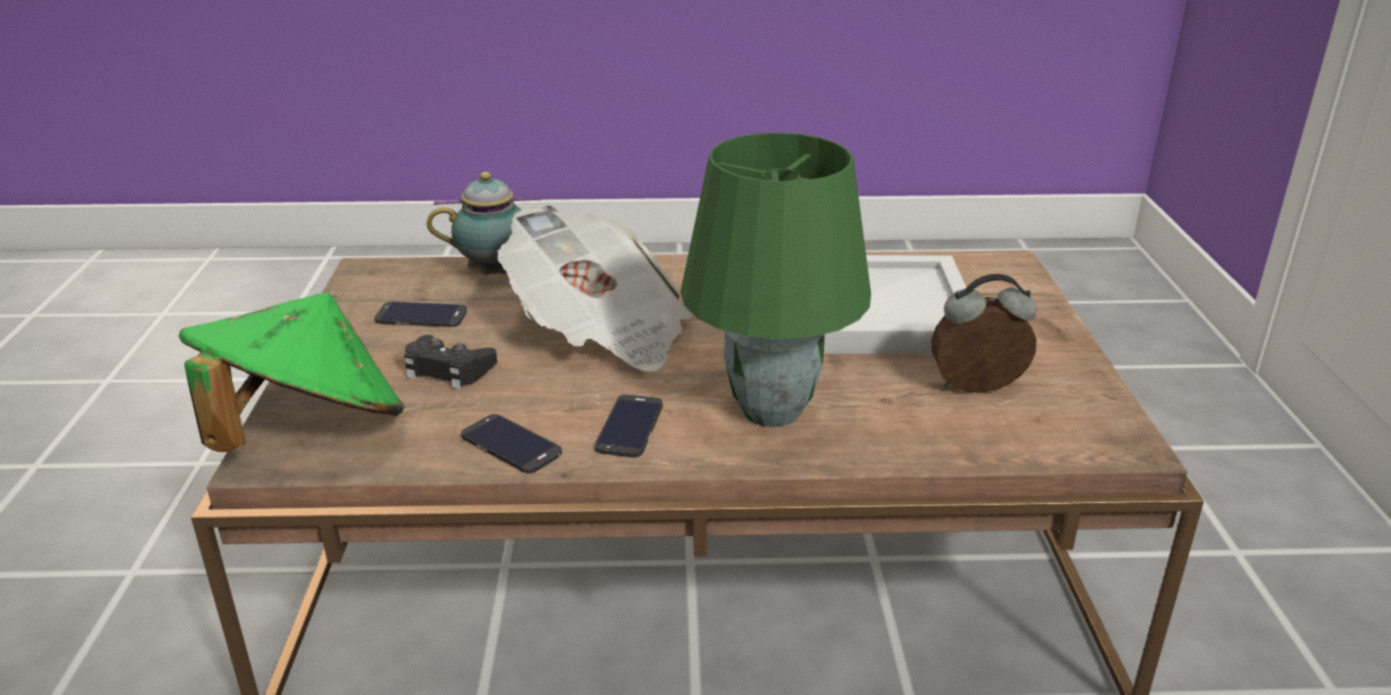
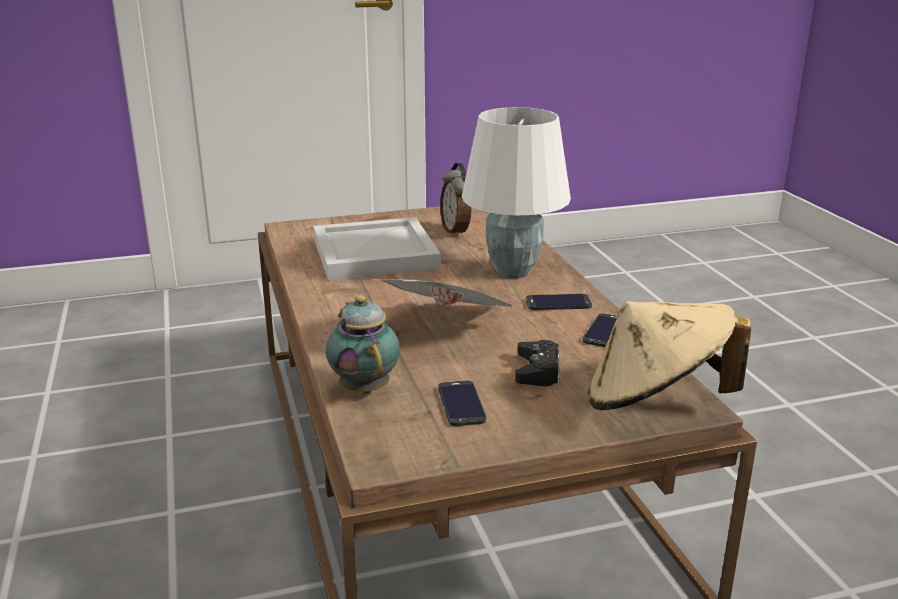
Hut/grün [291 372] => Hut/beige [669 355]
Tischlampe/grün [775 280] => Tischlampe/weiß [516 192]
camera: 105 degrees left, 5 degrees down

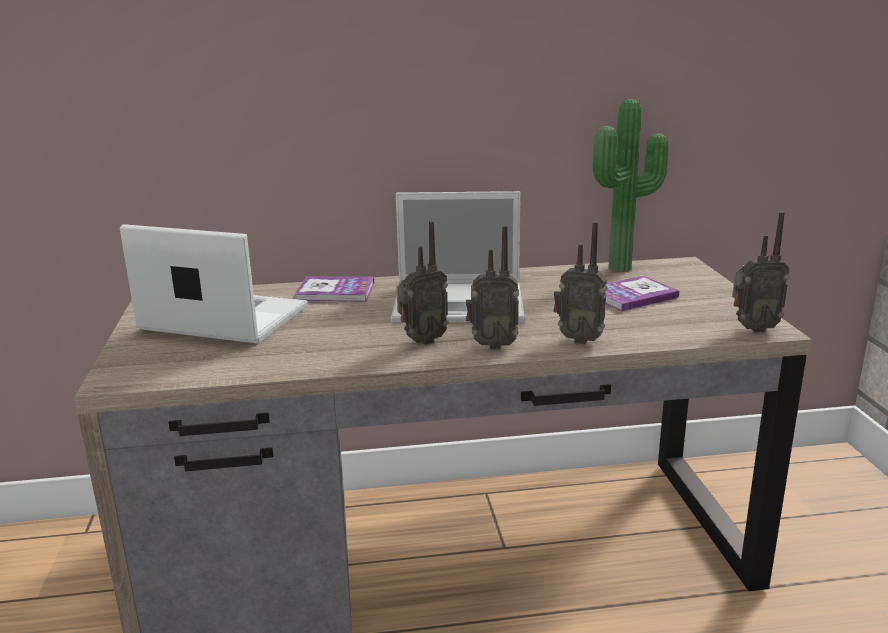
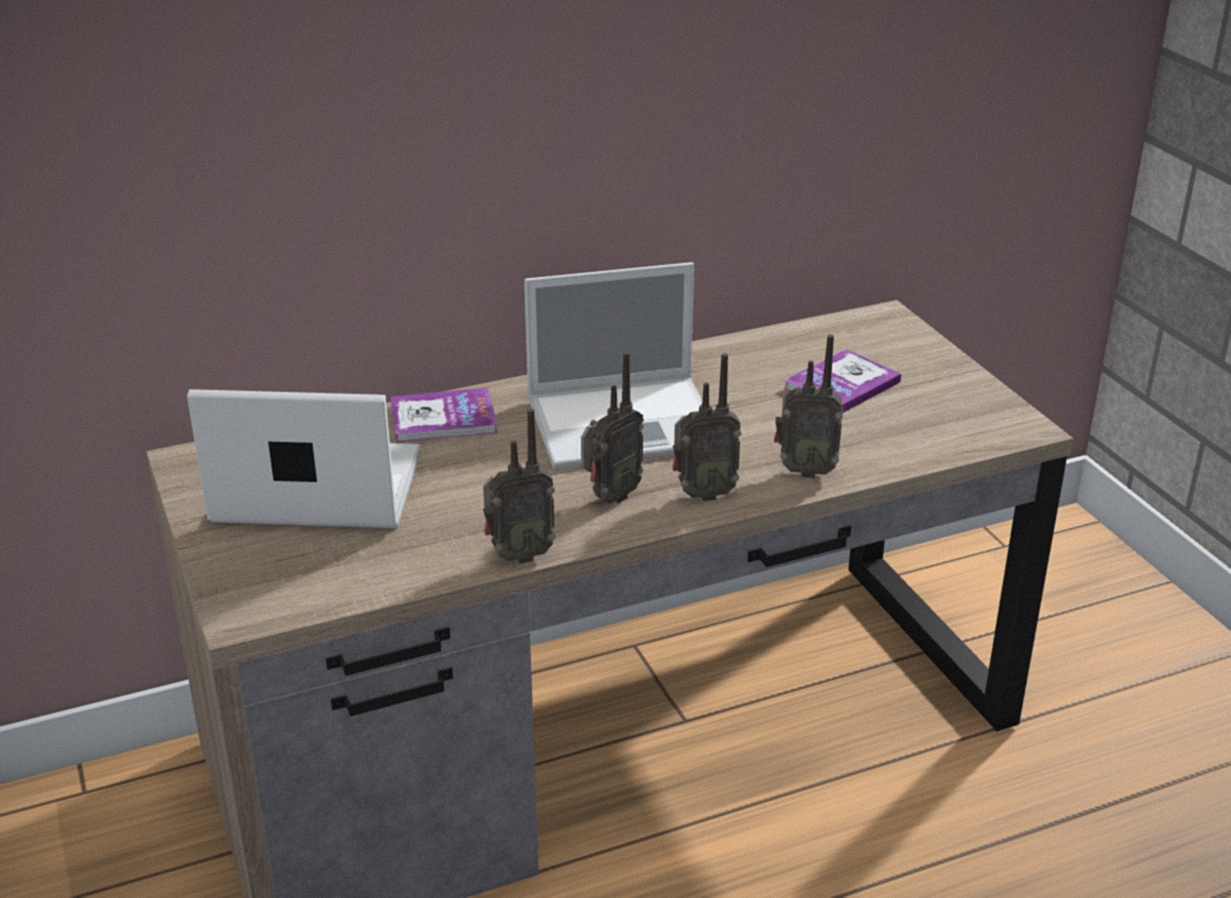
Topfpflanze [630 185] => nothing
Radio [761 271] => Radio [519 486], relocated
camera: 15 degrees left, 10 degrees up

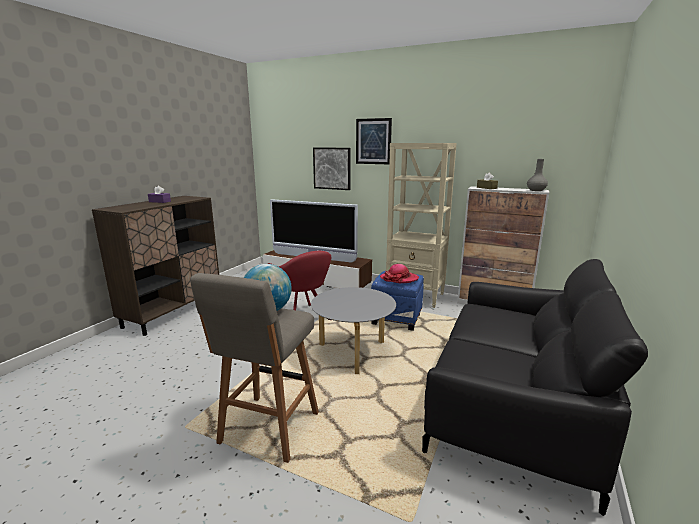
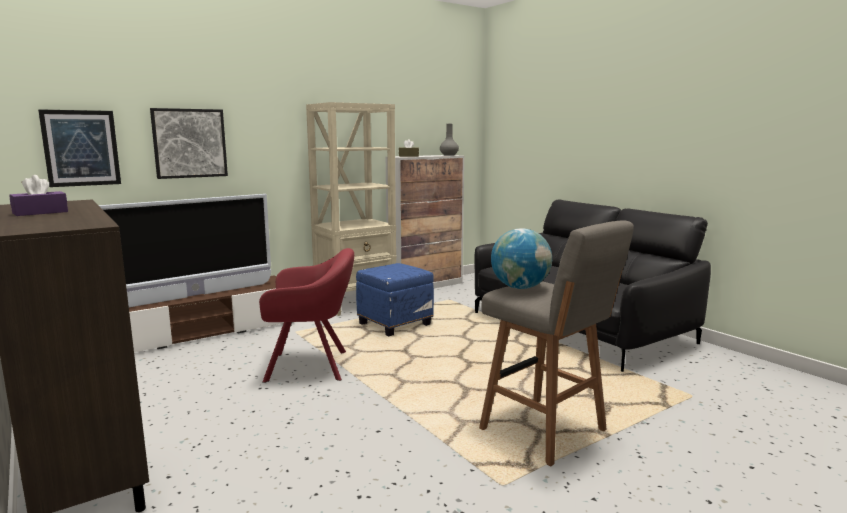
Couchtisch/grau [353 330] => nothing
Bild [374 141] => Bild [79 148], relocated
Hut [399 273] => nothing
camera: 60 degrees left, 5 degrees down

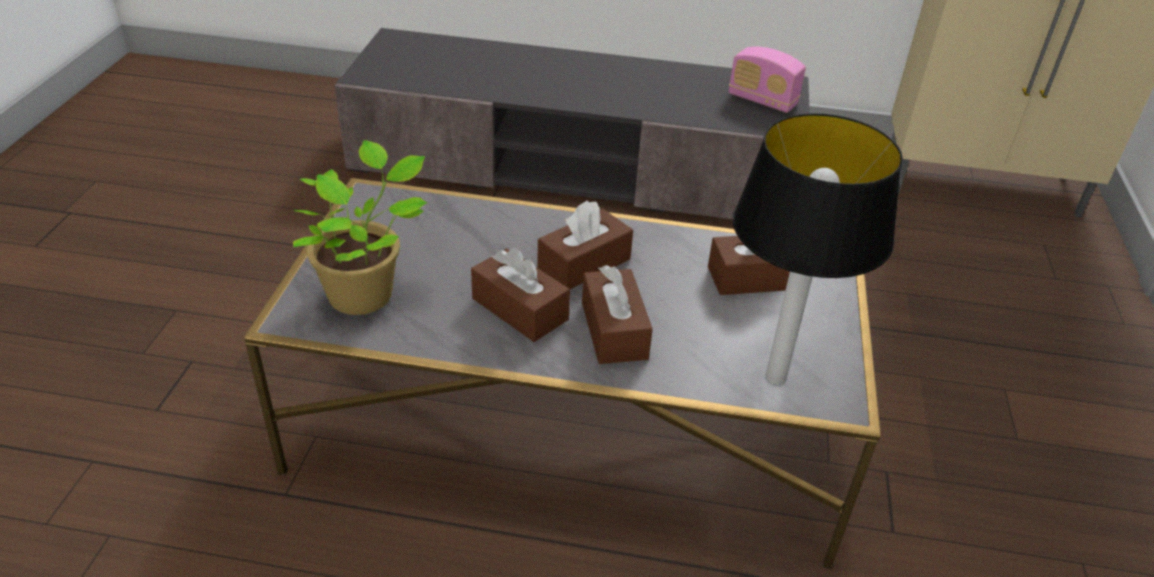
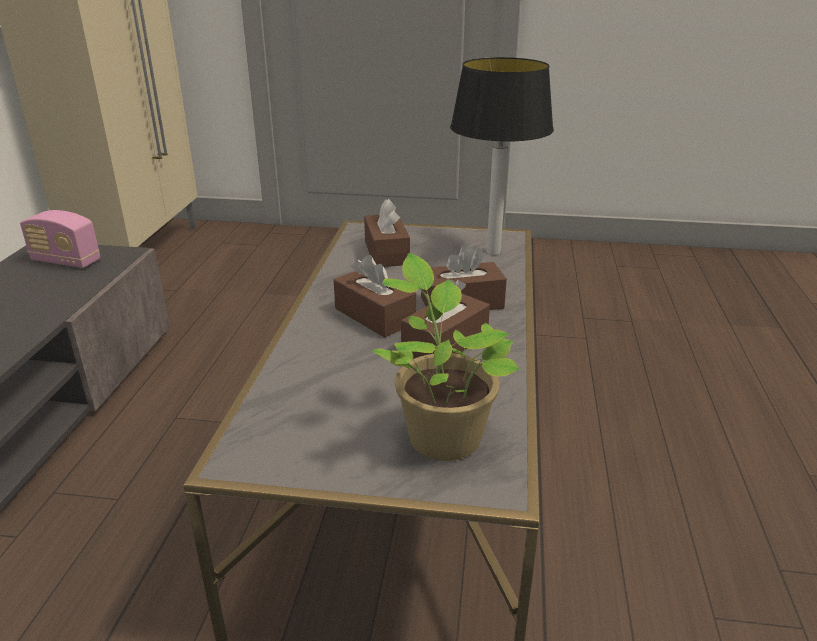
Radio [767 80] => Radio [60 239], 75 degrees clockwise
camera: 90 degrees left, 10 degrees down

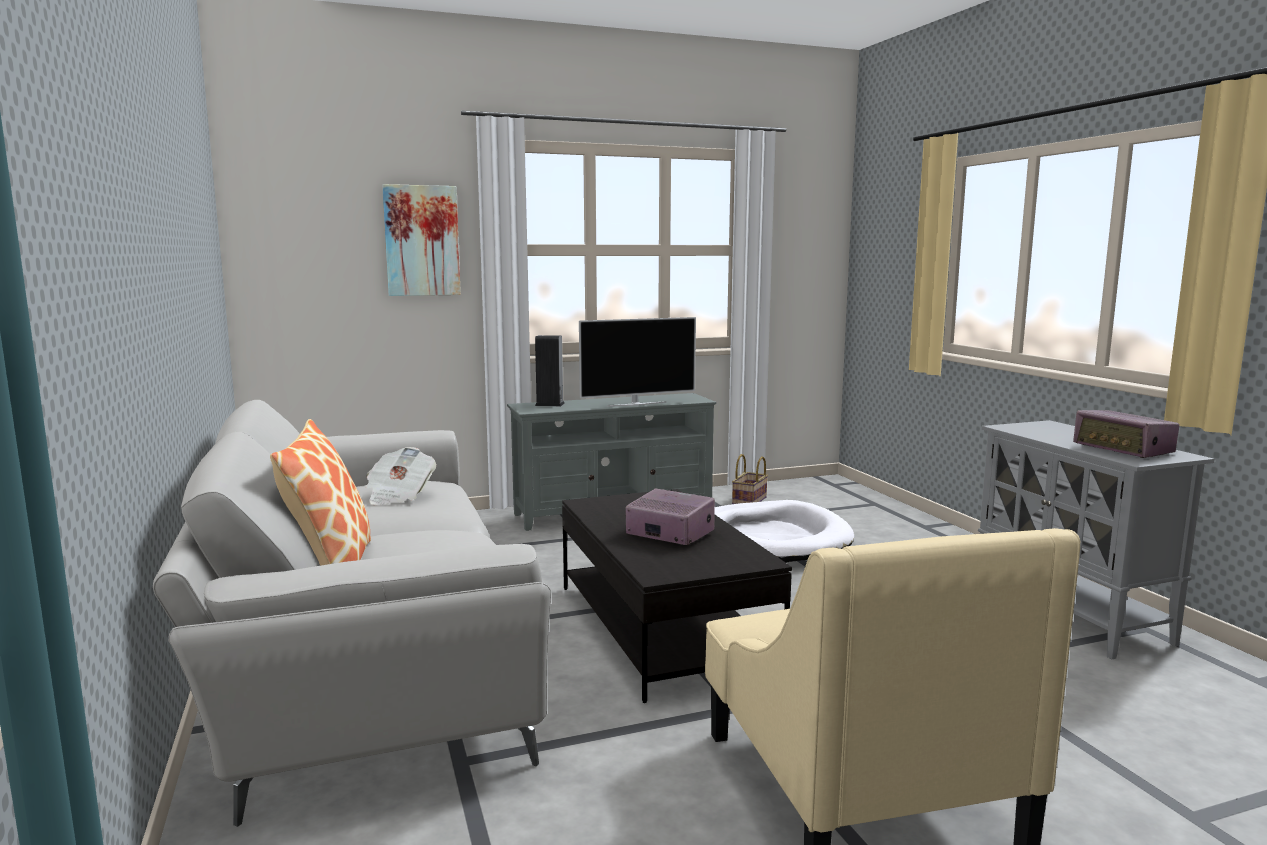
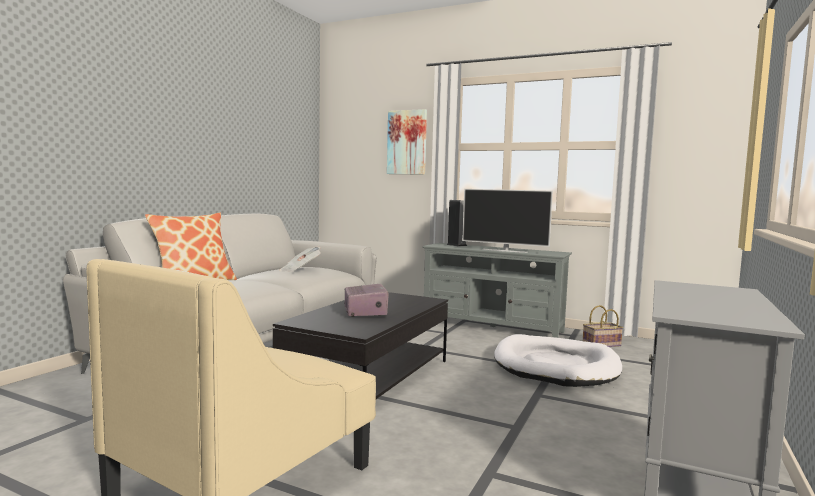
Radio [1126 434] => nothing
camera: 45 degrees right, 5 degrees down

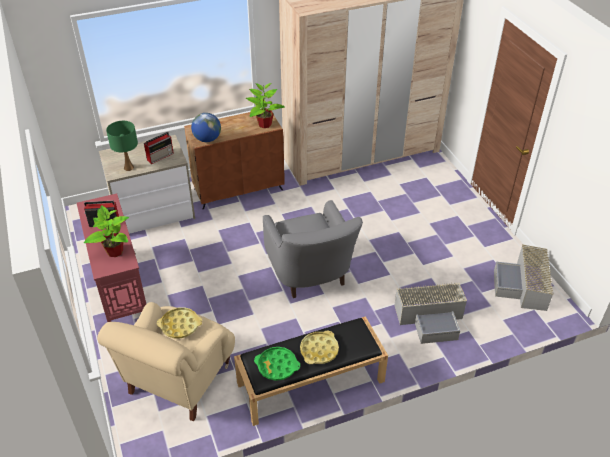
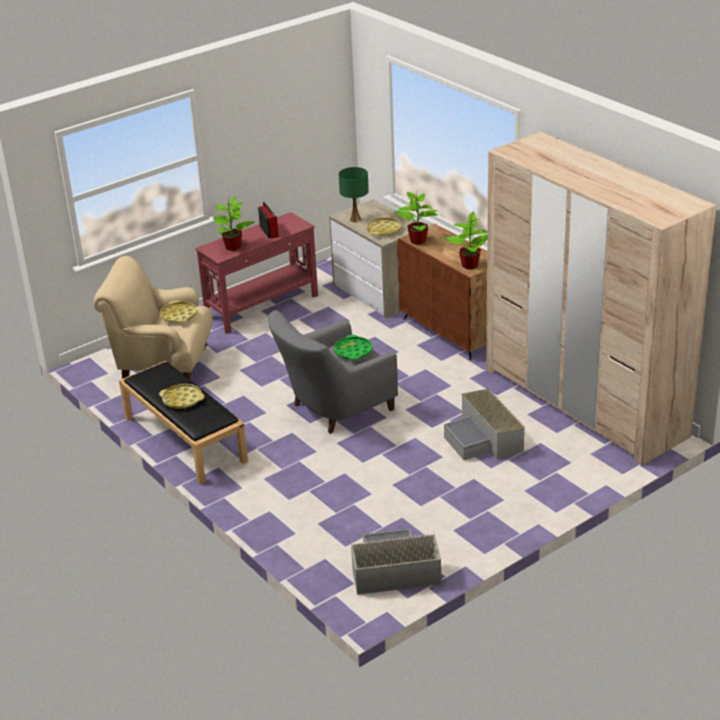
Radio [159 148] => Tablett/gelb [384 226]
Globus [206 127] => Topfpflanze [416 218]
Tablett/grün [277 364] => Tablett/grün [353 347], relocated
Aufbewahrungsbox/grau [430 313] => Aufbewahrungsbox/grau [484 424], relocated
camera: 75 degrees right, 10 degrees down

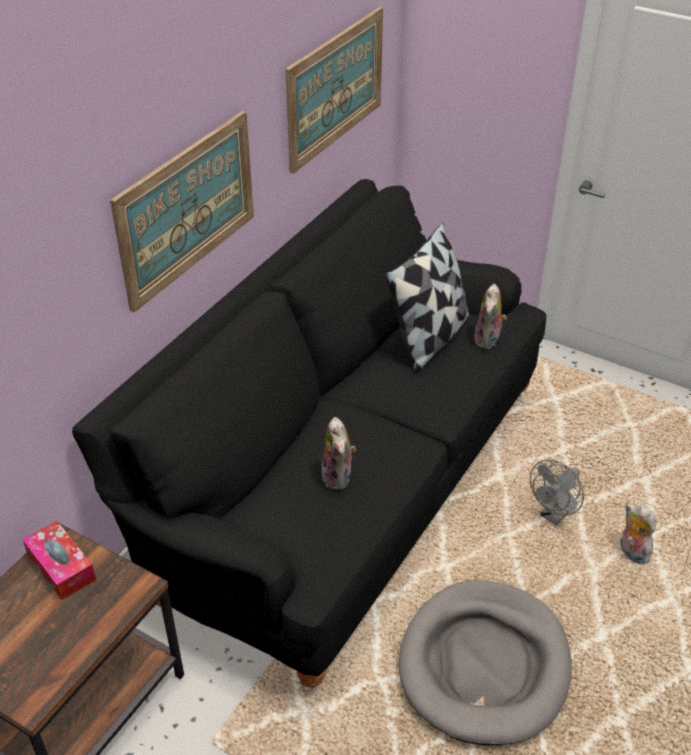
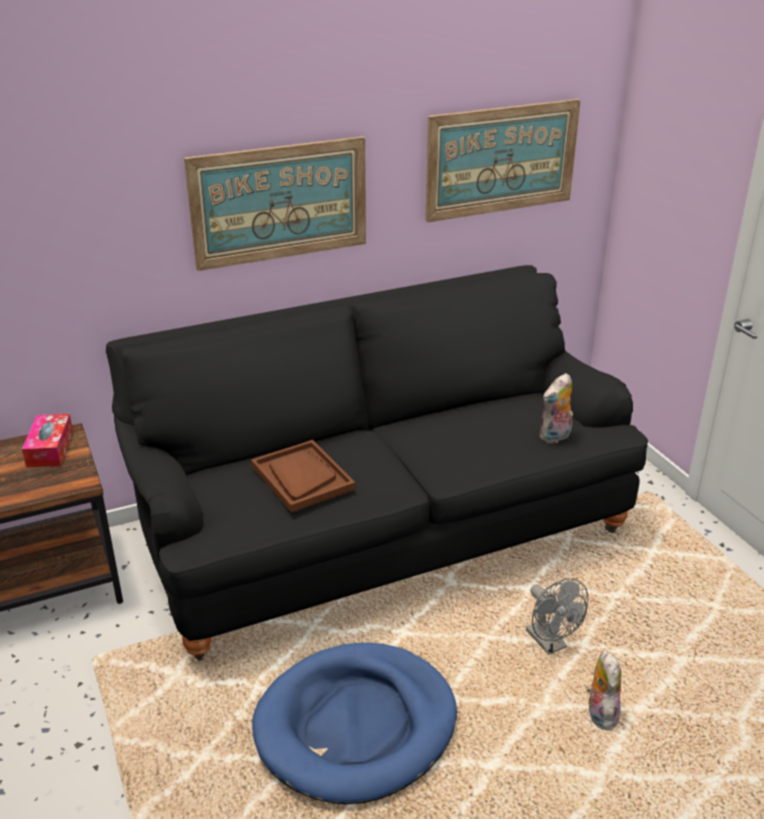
Plüschtier [339 453] => Tablett/braun [303 476]
Kissen [427 298] => nothing
Hundebett/grau [485 663] => Hundebett/blau [354 723]
Ventilator/grau [557 493] => Ventilator/grau [557 616], 105 degrees counterclockwise
camera: 35 degrees right, 10 degrees down

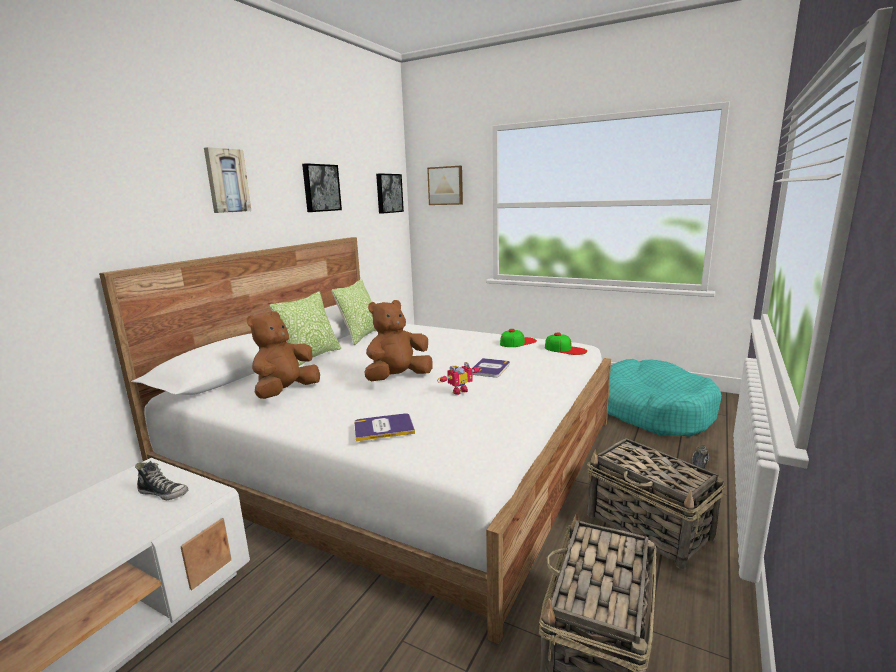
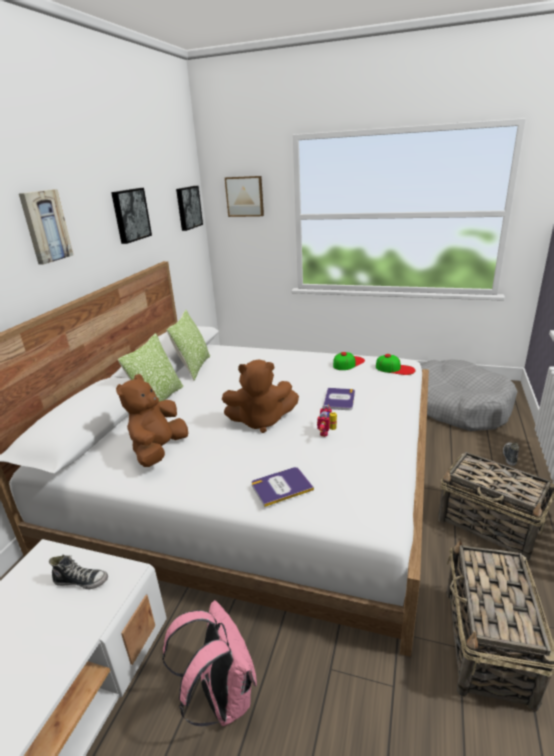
Plüschtier/braun [398 340] => Plüschtier/braun [260 396], 135 degrees counterclockwise
Spielzeugroboter [459 378] => Spielzeugroboter [327 421], 150 degrees clockwise
Hundebett/türkis [665 398] => Hundebett/grau [469 395]
nothing => Rucksack/rosa [209 663]
camera: 10 degrees left, 10 degrees up

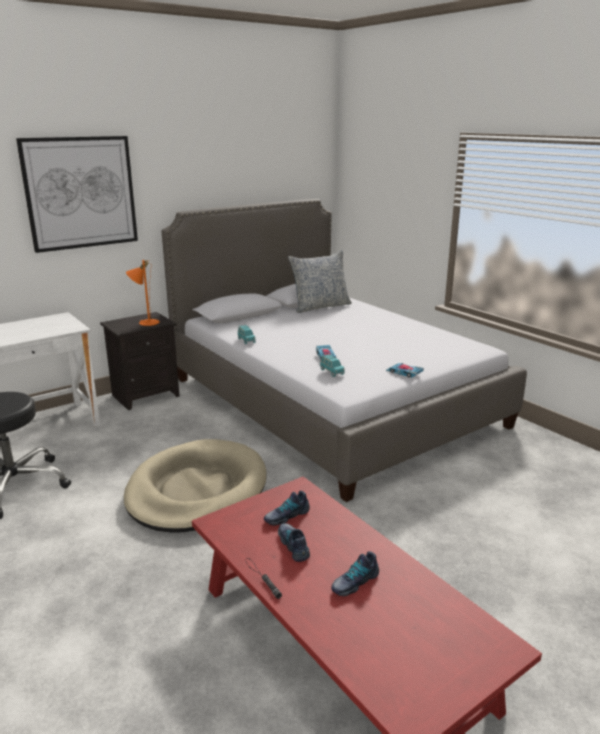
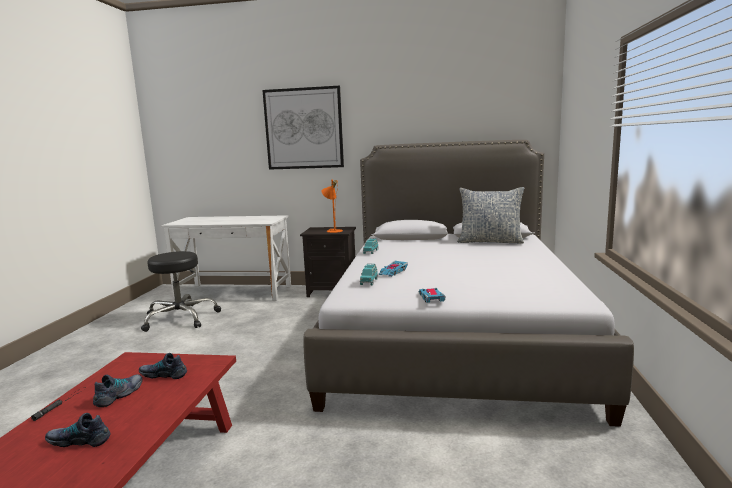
Hundebett/beige [195 486] => nothing
camera: 45 degrees right, 10 degrees down

